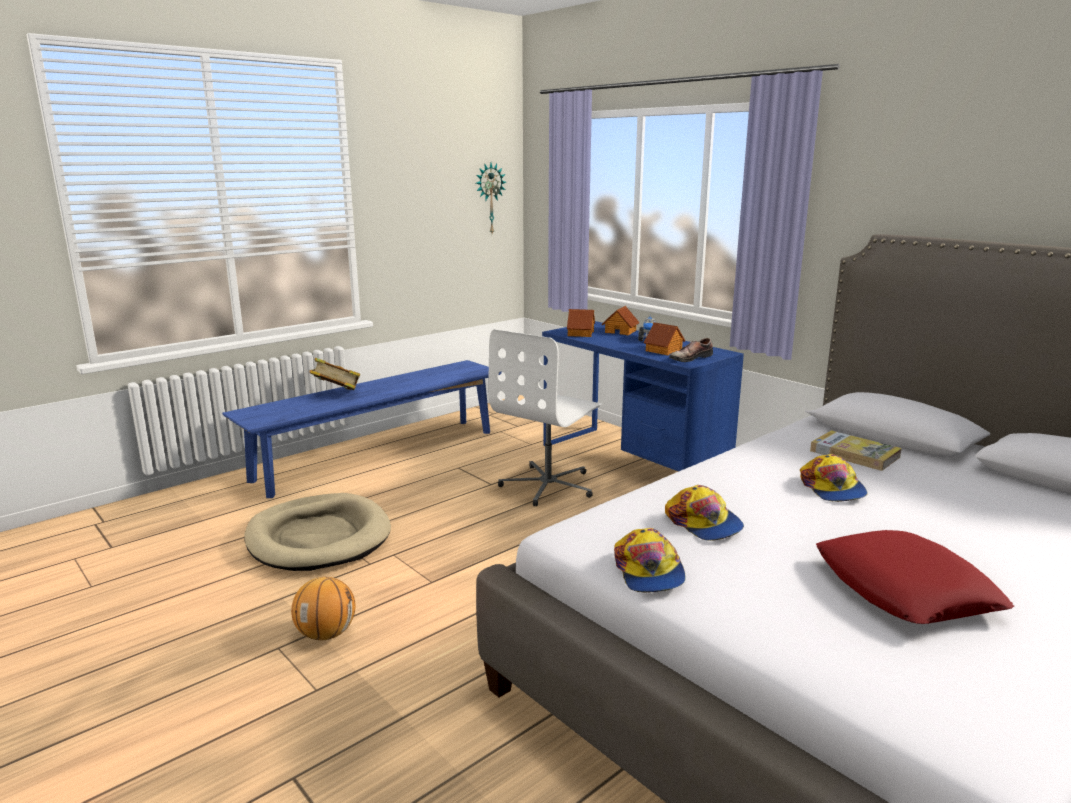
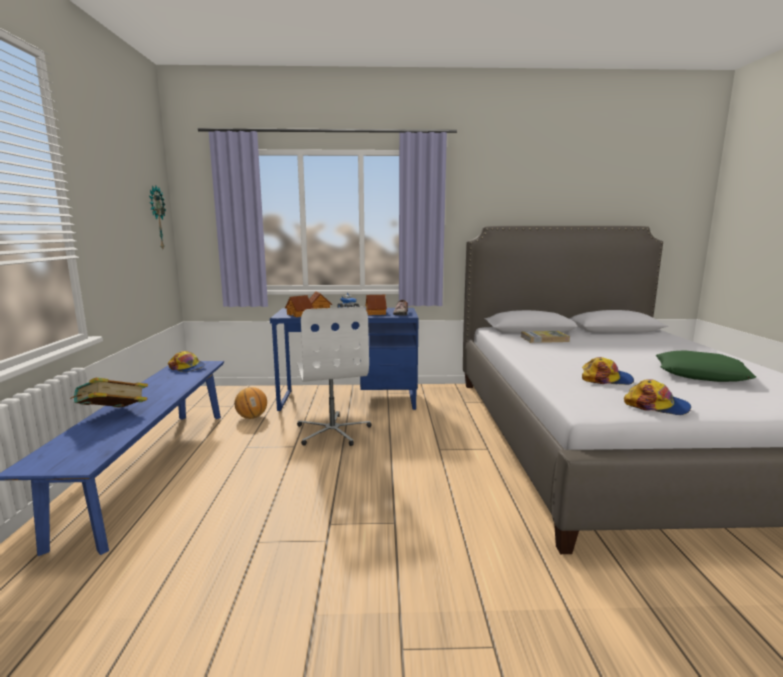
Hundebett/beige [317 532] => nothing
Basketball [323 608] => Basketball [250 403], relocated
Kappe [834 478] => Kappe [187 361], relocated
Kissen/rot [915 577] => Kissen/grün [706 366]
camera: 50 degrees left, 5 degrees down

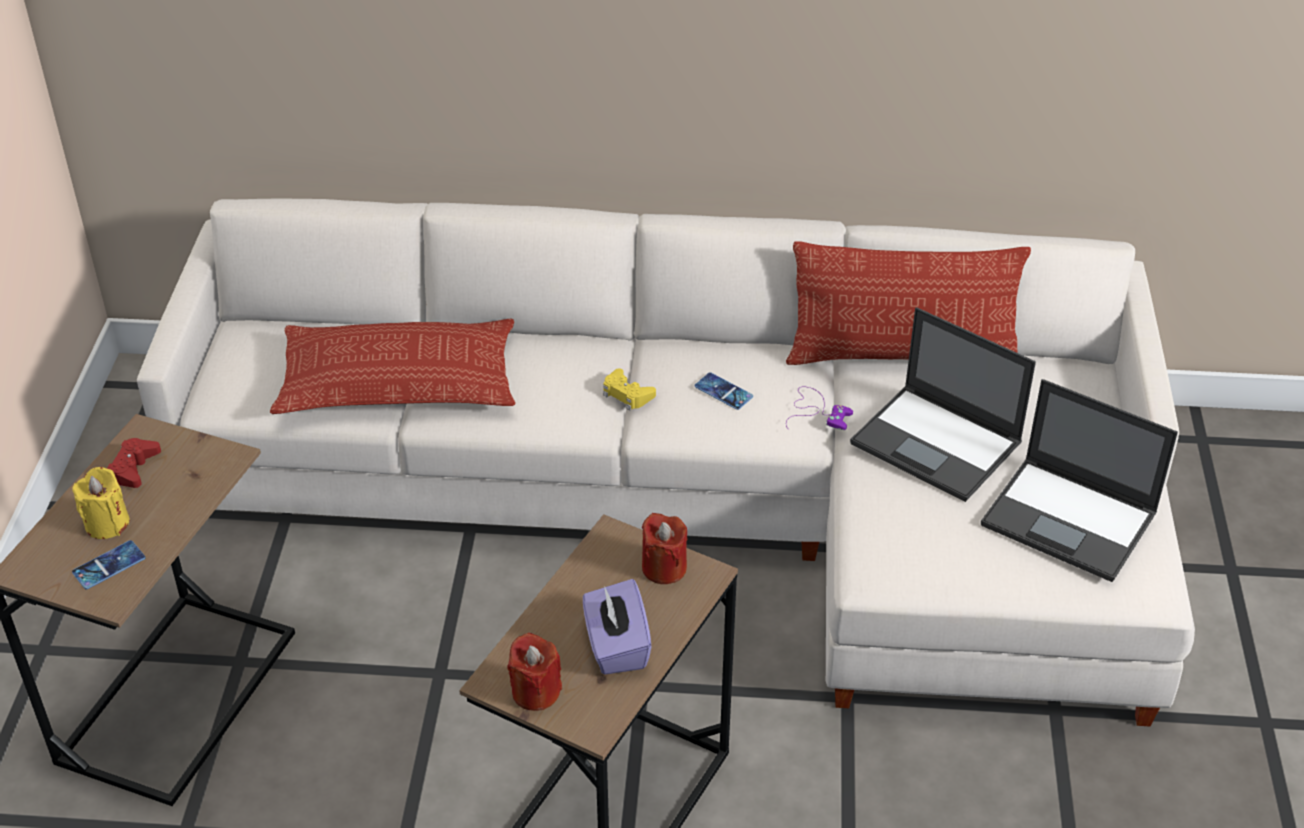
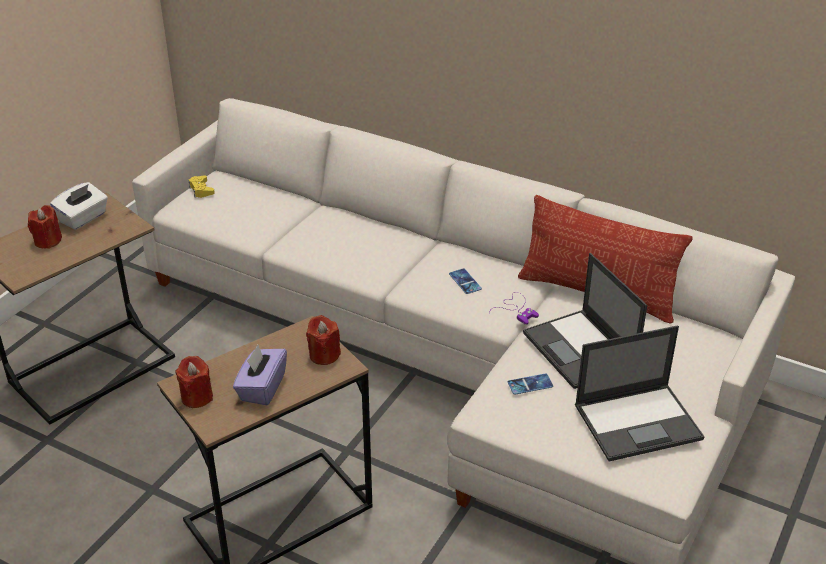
Kerze/gelb [101 503] => Kerze/rot [45 227]
Handy [108 564] => Handy [530 384], relocated
Gamepad/rot [134 463] => Taschentuchbox/weiß [79 206]
Kissen [393 366] => nothing
Gamepad/gelb [629 389] => Gamepad/gelb [202 186], relocated
Laptop [1079 480] => Laptop [640 393], 75 degrees counterclockwise
camera: 25 degrees right, 5 degrees down

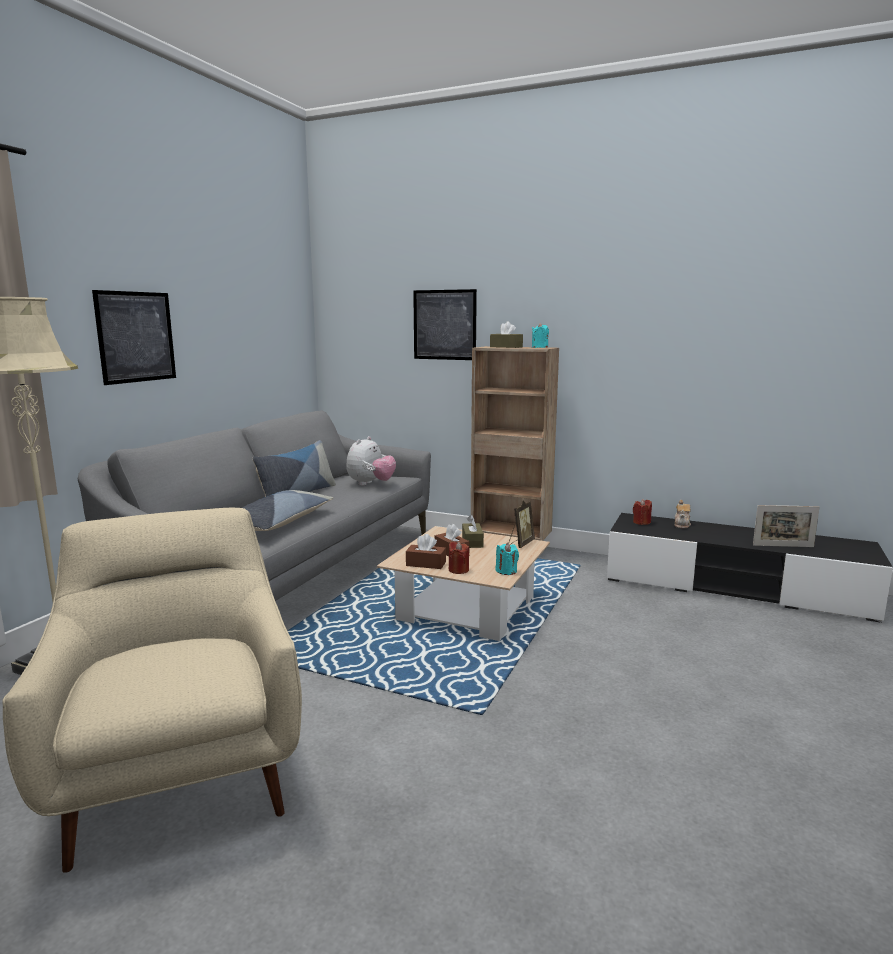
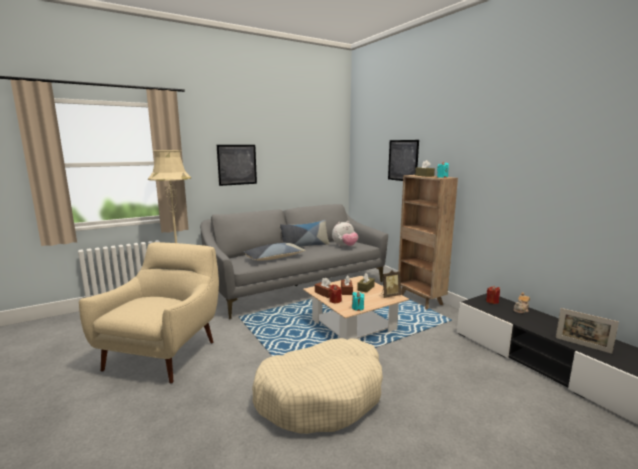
nothing => Hundebett/beige [317 386]
camera: 35 degrees right, 0 degrees up

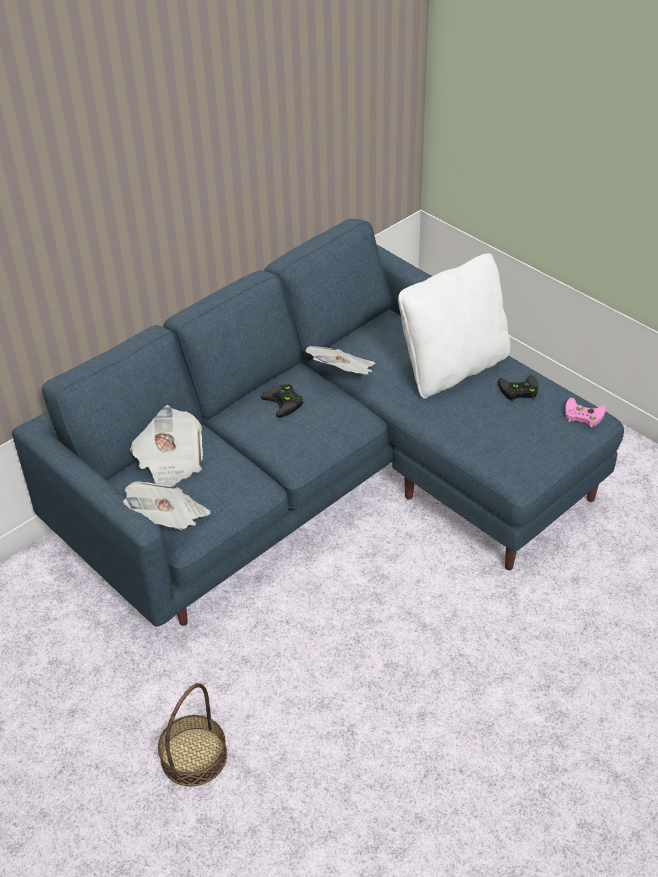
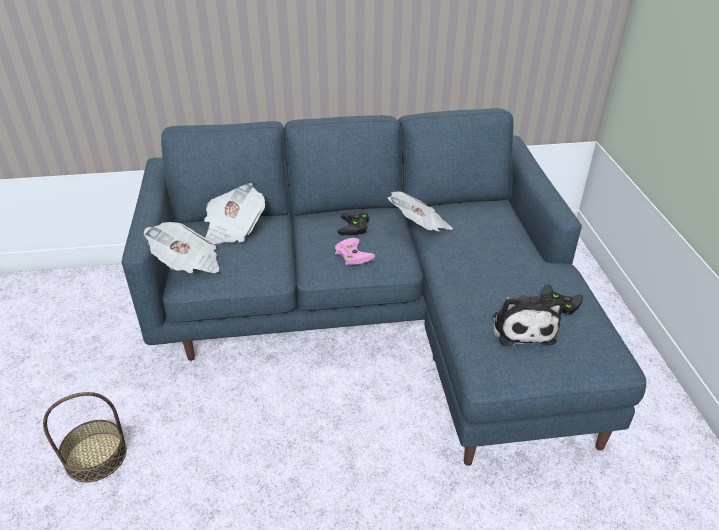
Kissen/weiß [454 326] => nothing
Gamepad/rosa [585 413] => Gamepad/rosa [355 251], relocated
nothing => Plüschtier [527 320]
camera: 35 degrees right, 5 degrees down

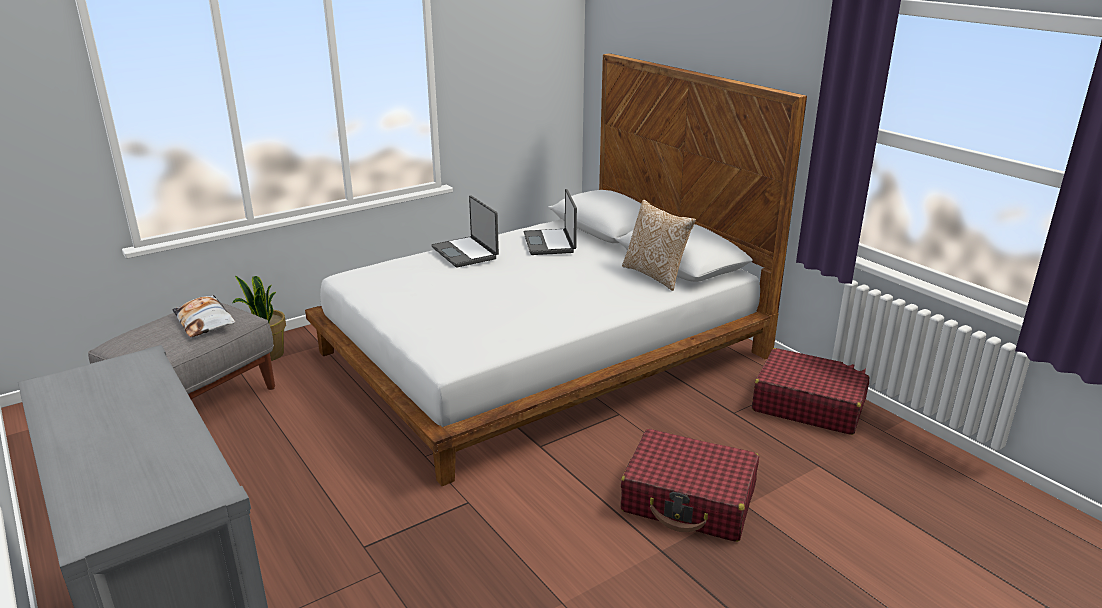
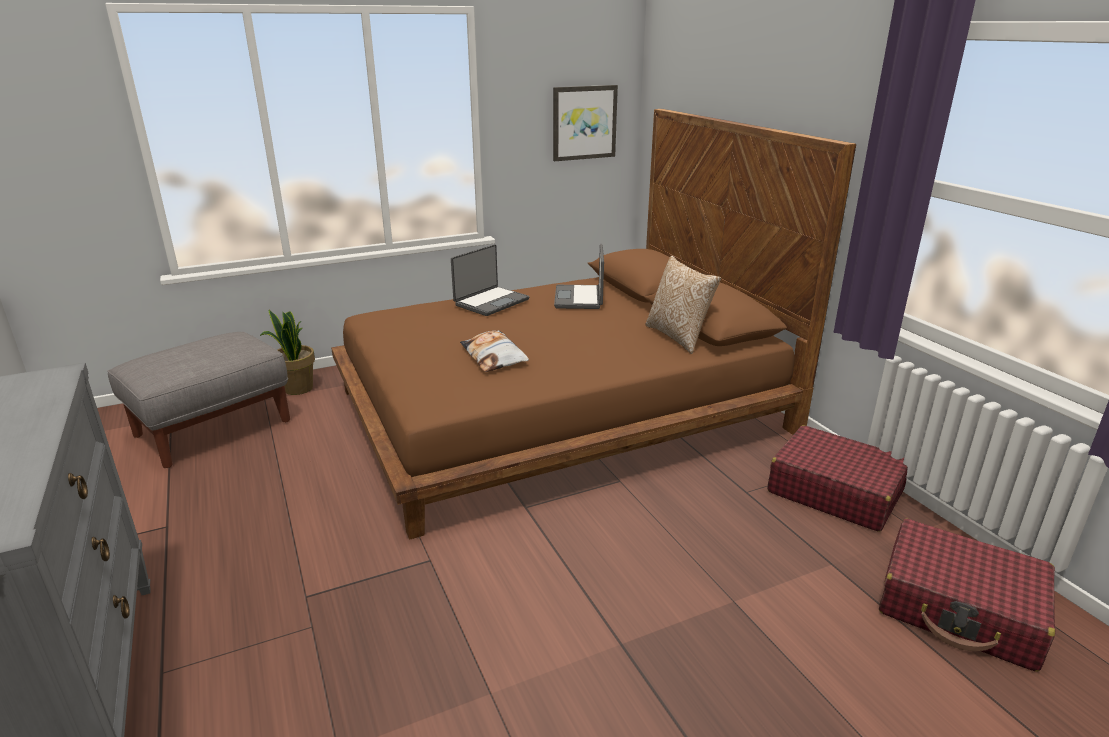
Kissen [203 316] => Kissen [494 351], relocated
Bett/weiß [556 269] => Bett/braun [593 324]
Laptop [465 232] => Laptop [490 280], 120 degrees counterclockwise
Koffer/rot [689 485] => Koffer/rot [967 595], relocated
nothing => Bild [585 123]
camera: 10 degrees right, 0 degrees up

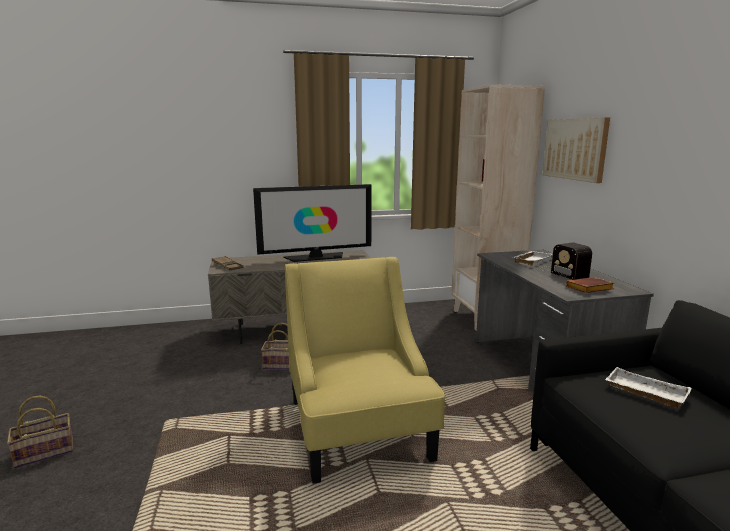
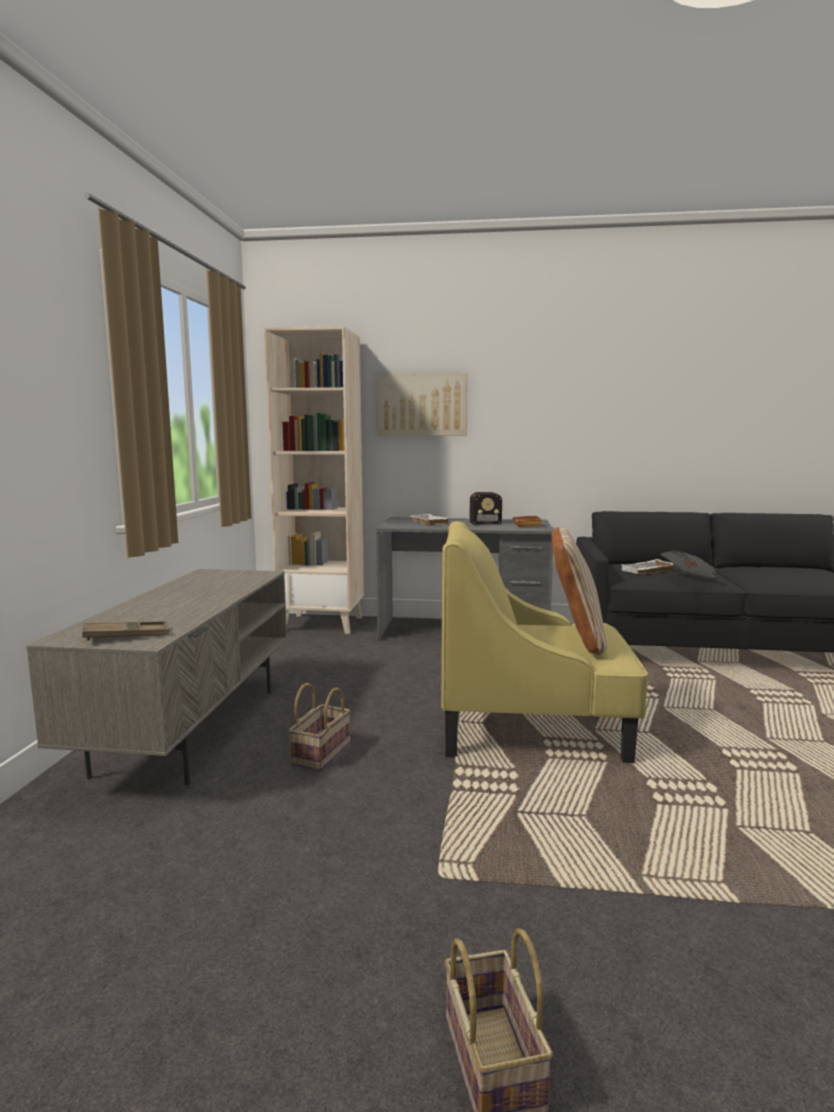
Fernseher [312 223] => nothing
nothing => Kissen/beige [579 591]
nothing => Zeitung [688 564]
camera: 70 degrees left, 5 degrees down

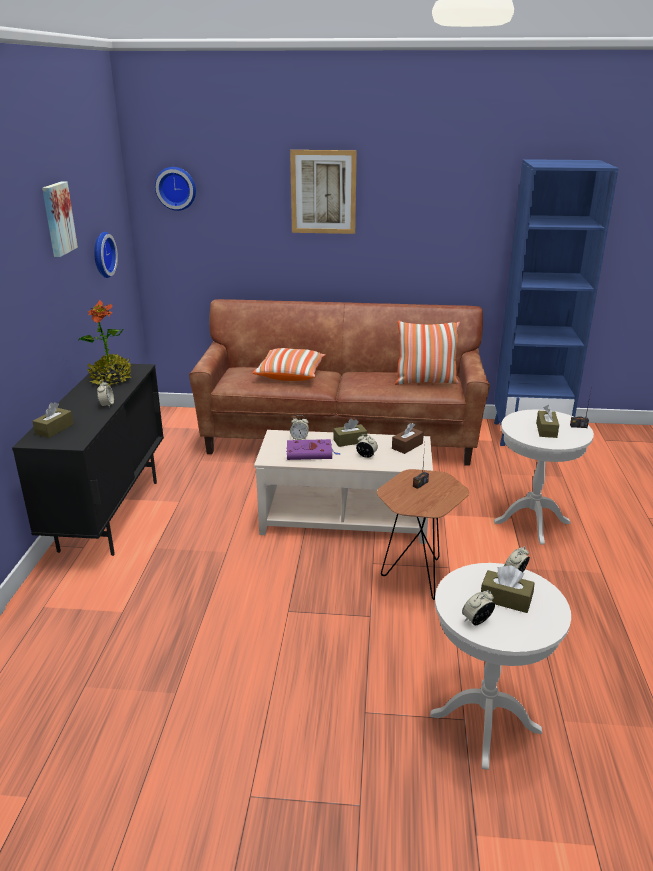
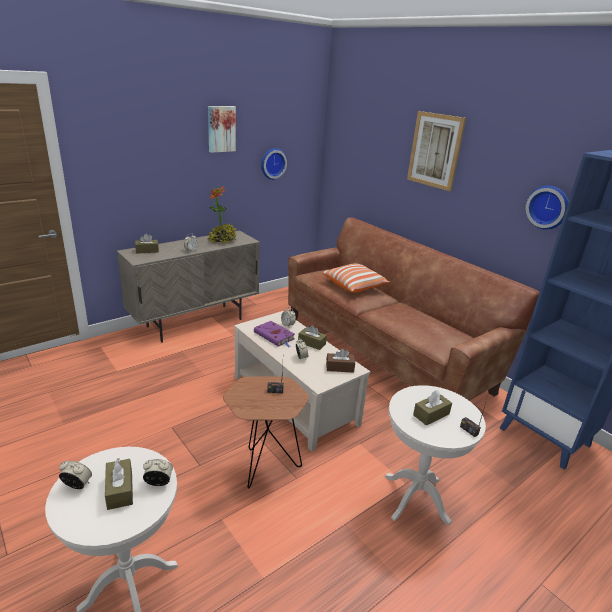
Schrank/schwarz [88 460] => Schrank/beige [188 286]
Wanduhr [175 189] => Wanduhr [547 207], relocated
Kissen [427 353] => nothing
camera: 45 degrees right, 0 degrees up

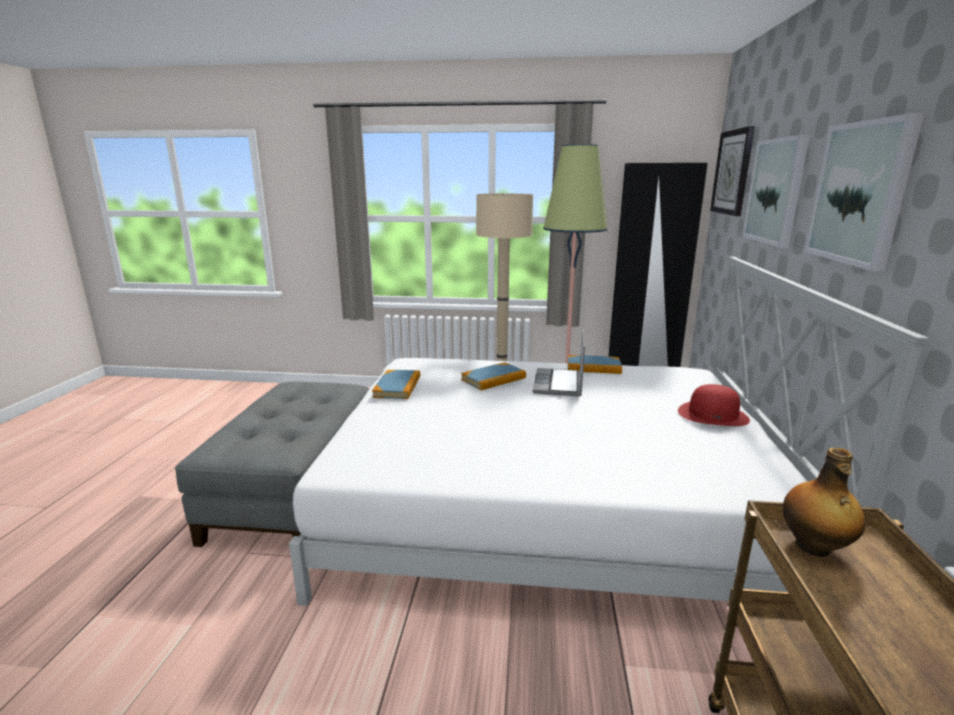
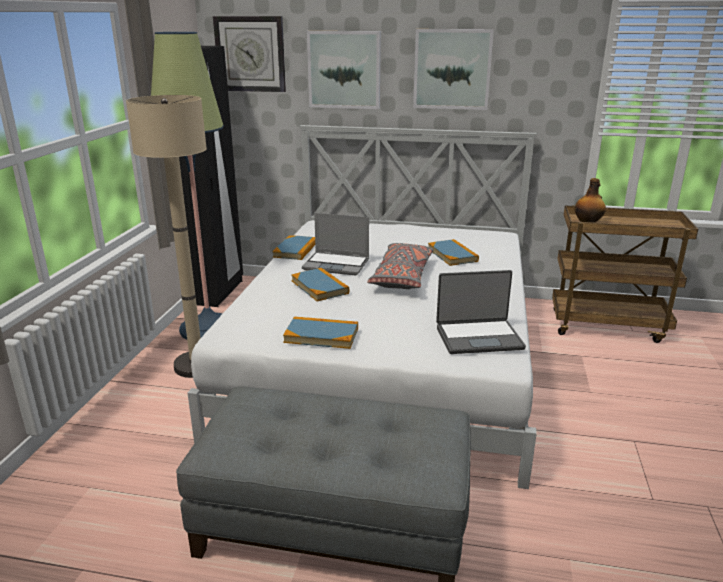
Hut/rot [714 405] => nothing
nothing => Kissen/grau [400 266]
nothing => Buch [453 252]
nothing => Laptop [481 312]
camera: 85 degrees left, 5 degrees up

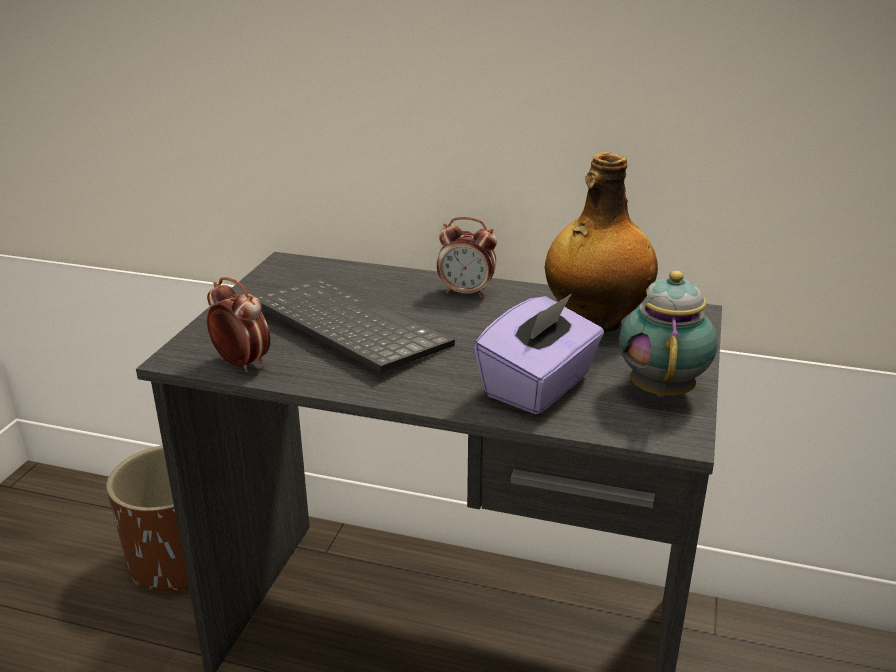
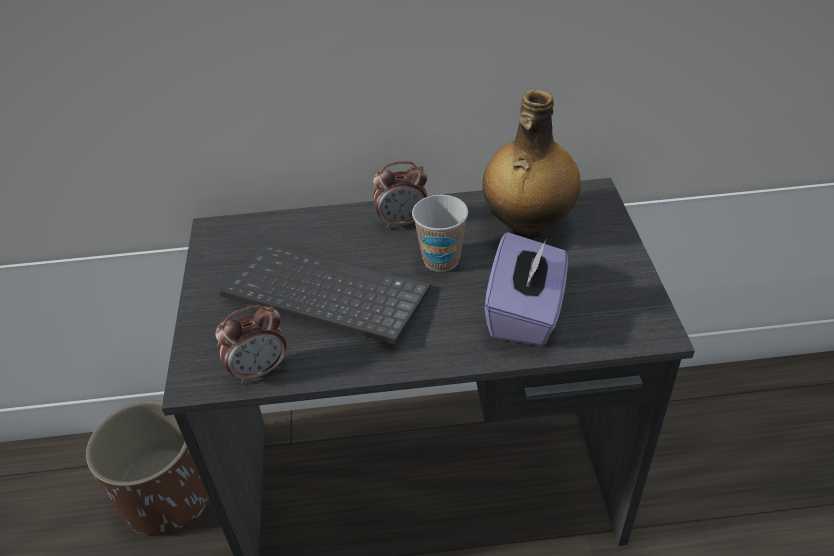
Wecker [238 324] => Wecker [251 344], 135 degrees clockwise
Teekanne [668 334] => nothing
nothing => Tasse [440 233]
camera: 20 degrees left, 15 degrees up

